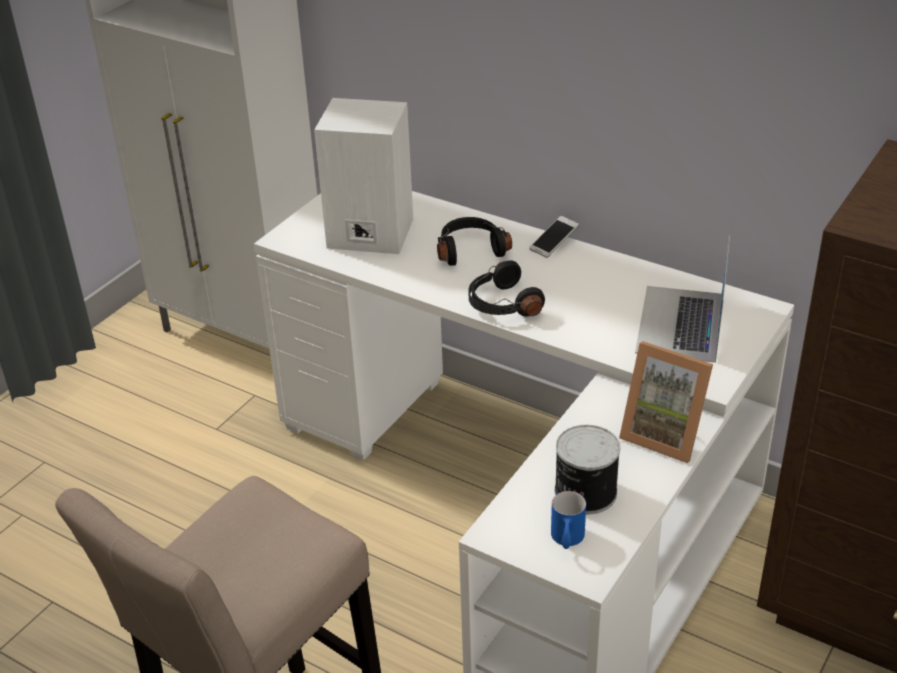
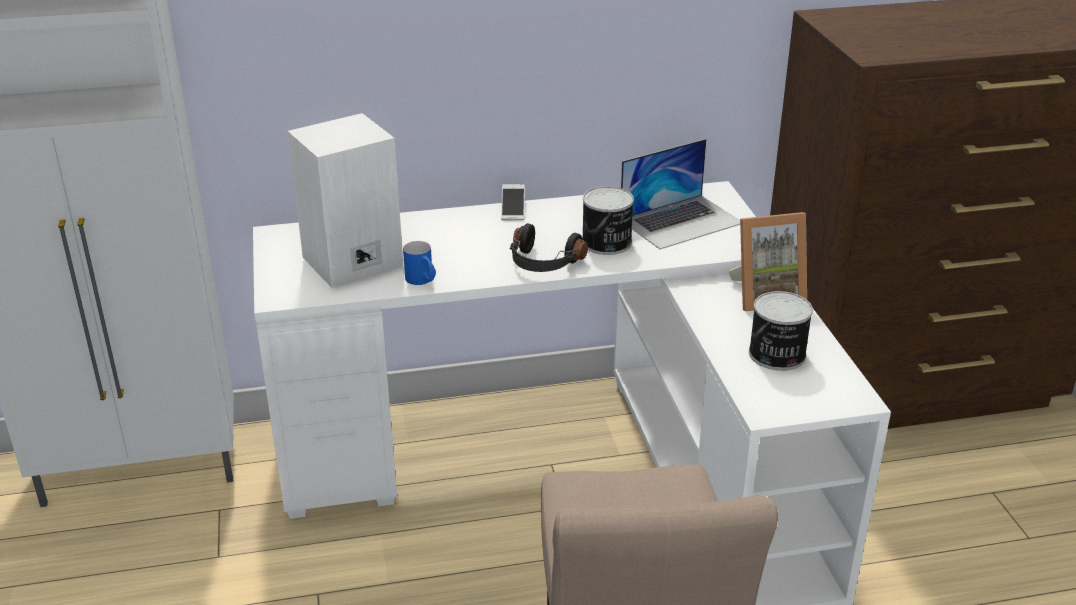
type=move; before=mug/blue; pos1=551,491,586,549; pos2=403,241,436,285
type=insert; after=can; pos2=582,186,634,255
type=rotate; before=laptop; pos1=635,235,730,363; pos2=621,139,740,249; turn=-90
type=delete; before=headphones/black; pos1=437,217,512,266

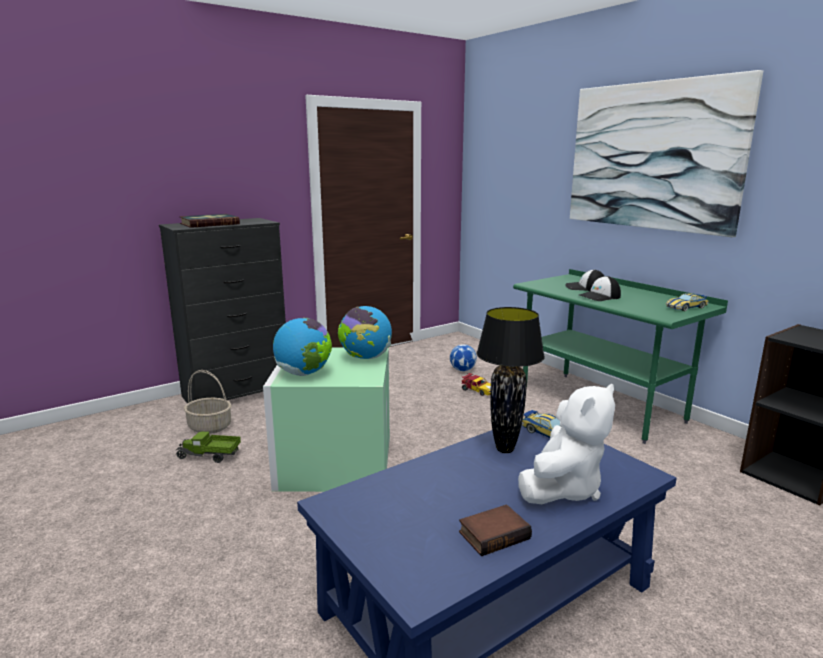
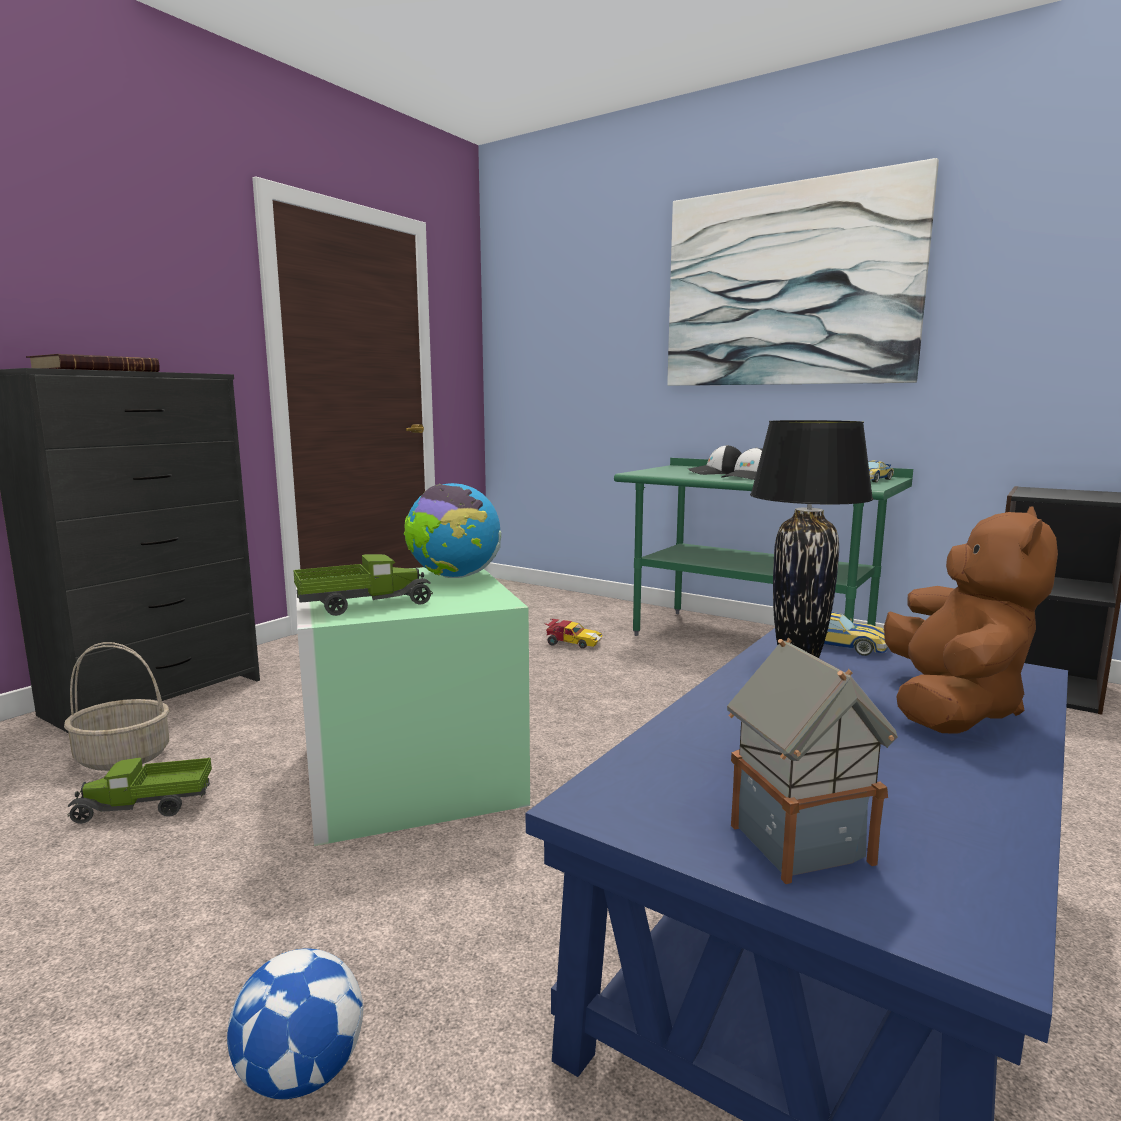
type=move; before=football; pos1=450,344,477,371; pos2=227,948,363,1099
type=replace; before=globe; after=toy truck; pos1=273,318,332,376; pos2=293,554,433,616
type=insert; after=toy house; pos2=727,638,898,884
type=recolor; before=plush toy/white; after=plush toy/brown; pos1=518,384,615,504; pos2=884,506,1058,733
type=delete; before=book; pos1=459,504,532,556

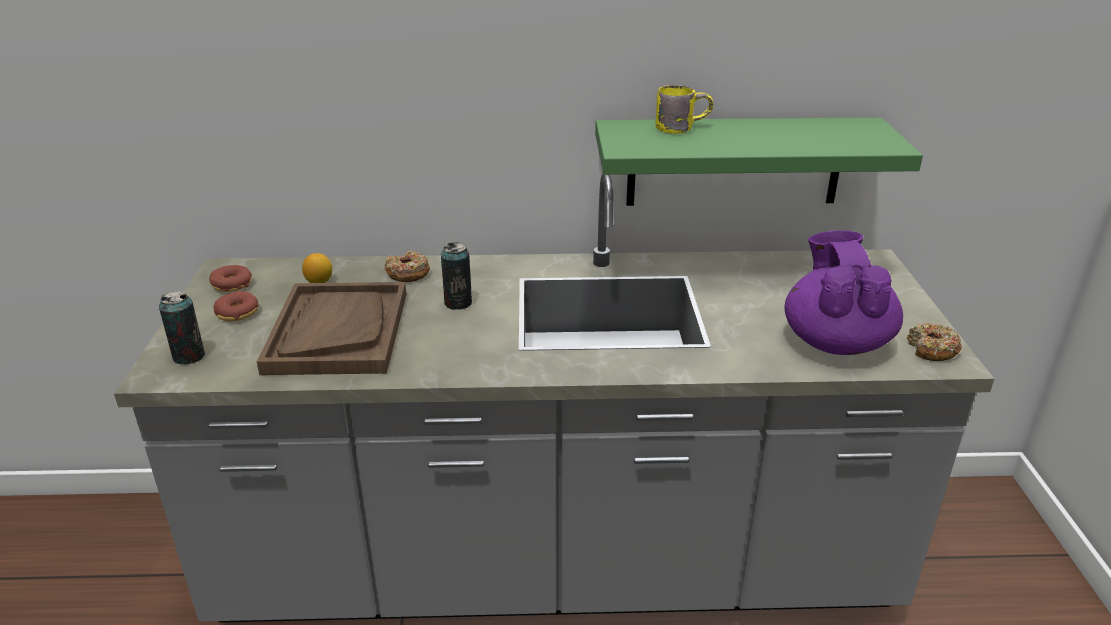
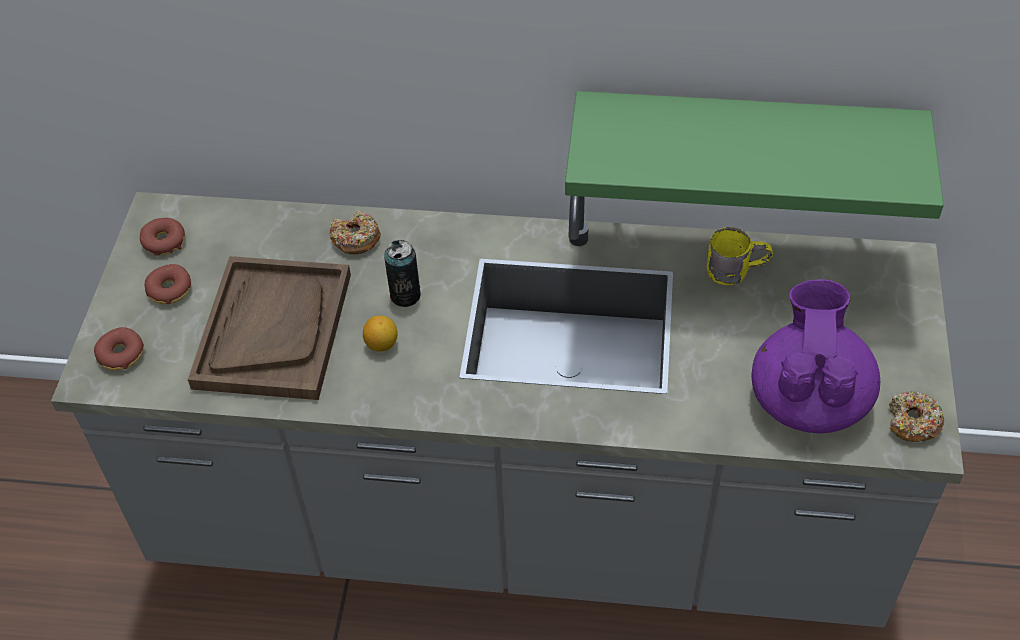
type=replace; before=can; after=donut; pos1=159,291,205,365; pos2=94,327,144,370
type=move; before=lemon; pos1=302,253,332,283; pos2=363,315,398,352
type=move; before=mug/yellow; pos1=656,85,713,134; pos2=707,227,773,285

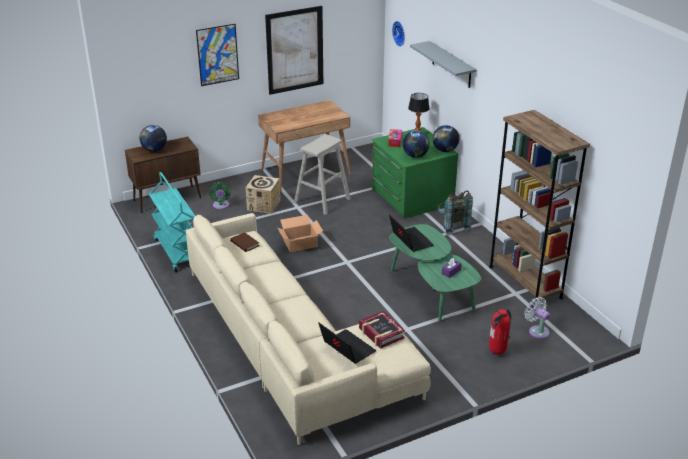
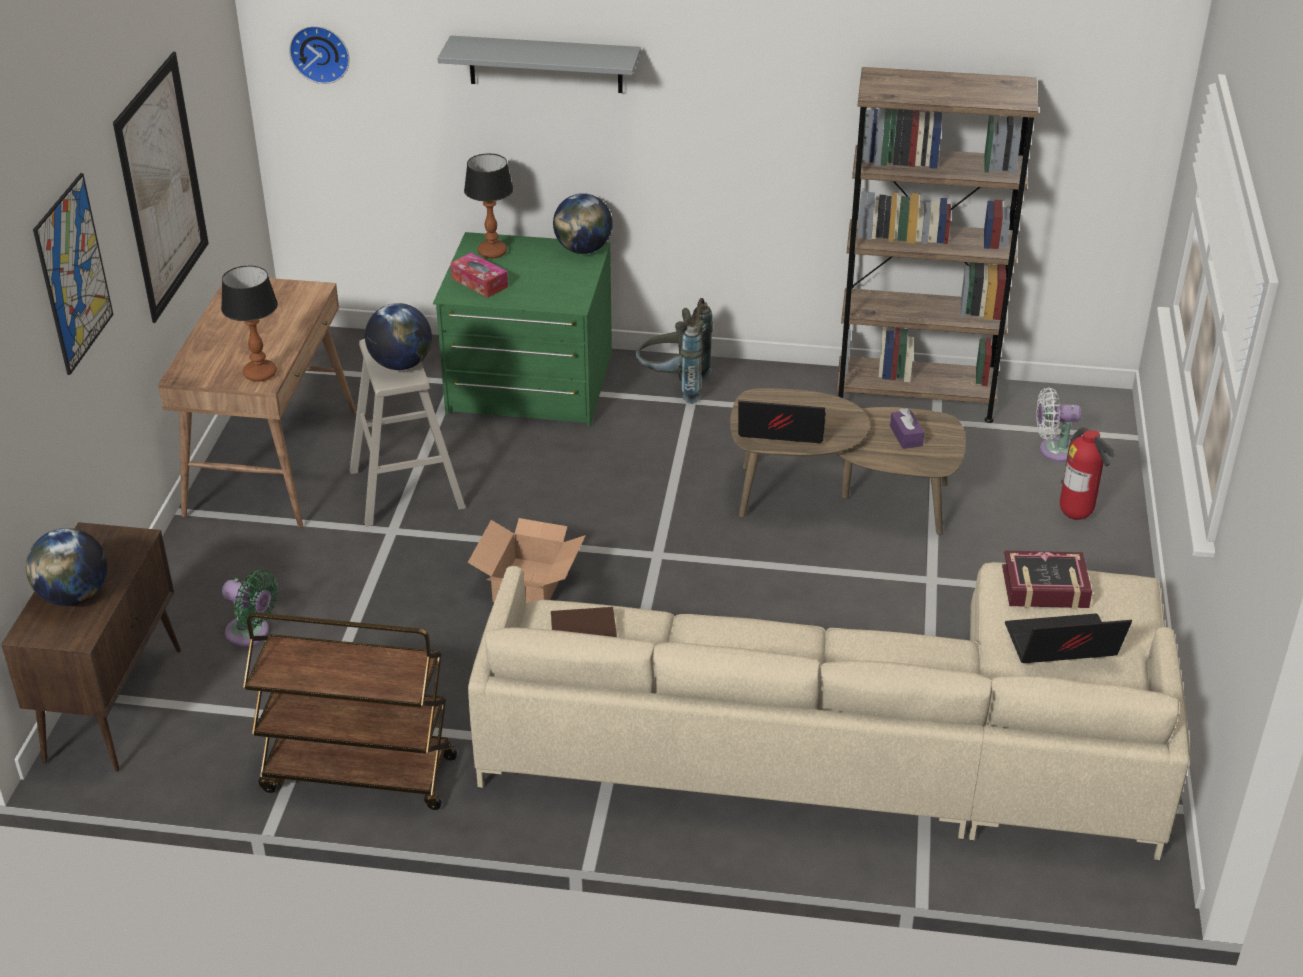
type=insert; after=table lamp; pos2=221,265,278,382
type=recolor; before=cart/turquoise; after=cart/brown; pos1=149,172,195,272; pos2=243,613,457,810
type=move; before=globe; pos1=403,131,430,158; pos2=365,303,432,370
type=recolor; before=coffee table/green; after=coffee table/brown; pos1=389,224,481,321; pos2=730,388,966,535
type=delete; before=cardboard box; pos1=246,175,280,214

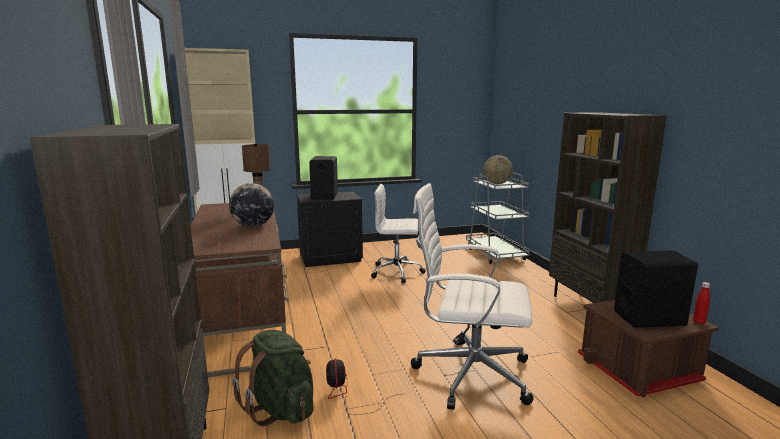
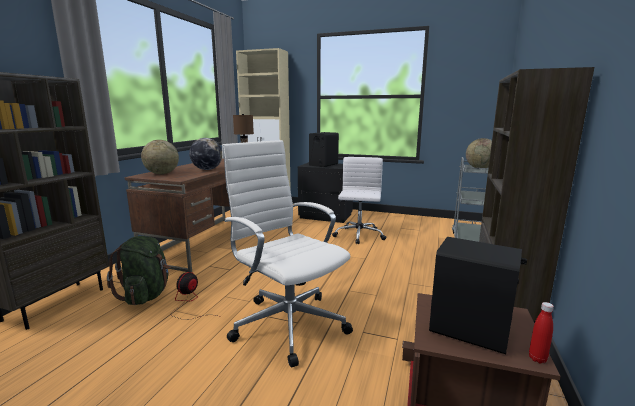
type=insert; after=globe; pos2=141,140,179,174
type=rotate; before=office chair/white; pos1=371,184,426,283; pos2=332,157,387,244; turn=60

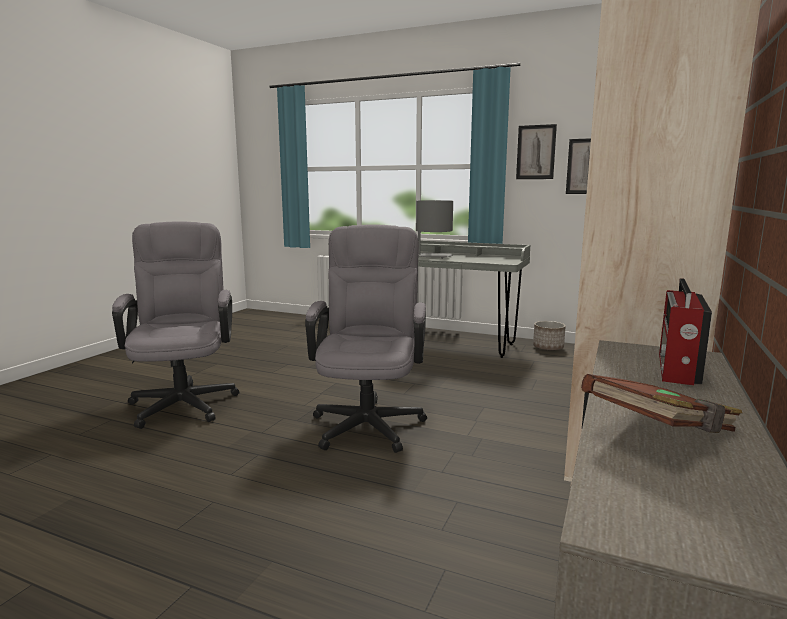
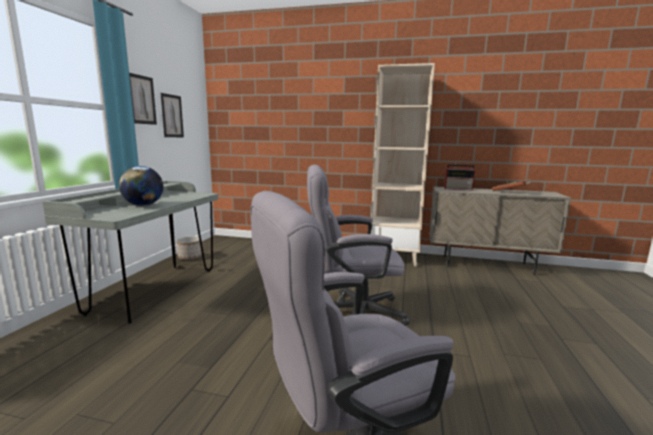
type=replace; before=table lamp/grey; after=globe; pos1=416,200,453,259; pos2=119,166,163,206

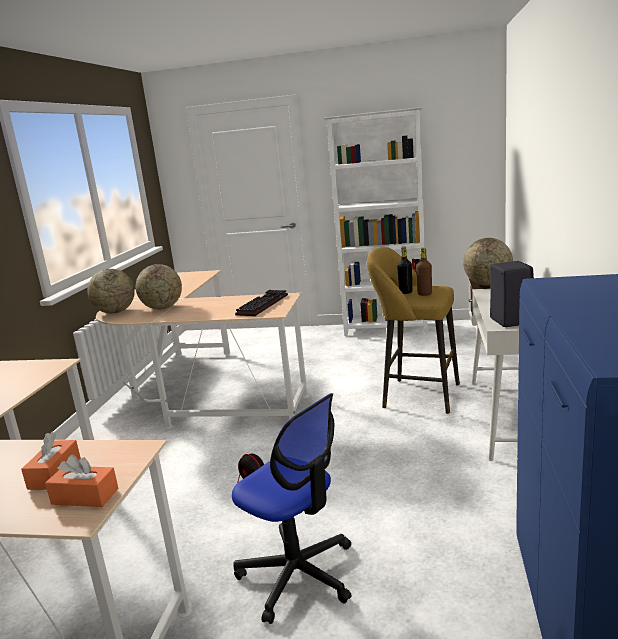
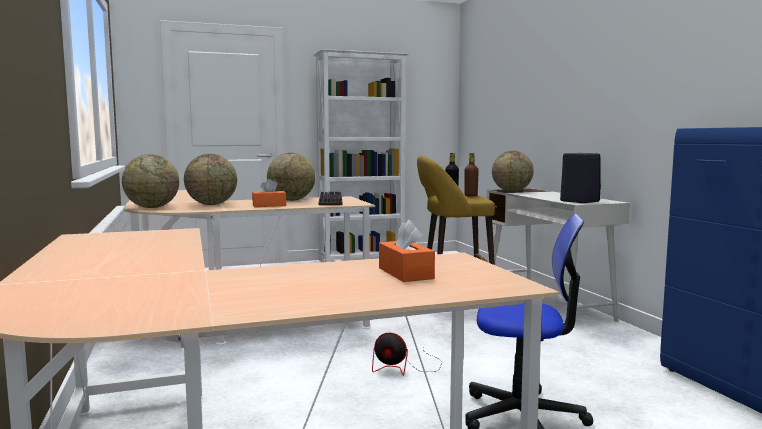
type=move; before=tissue box/orange; pos1=45,454,119,507; pos2=252,179,286,207
type=insert; after=globe; pos2=267,153,315,201

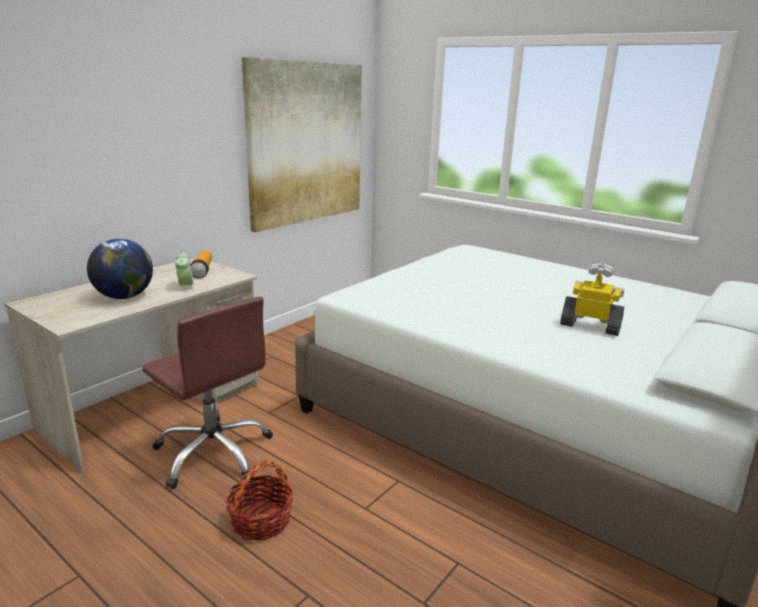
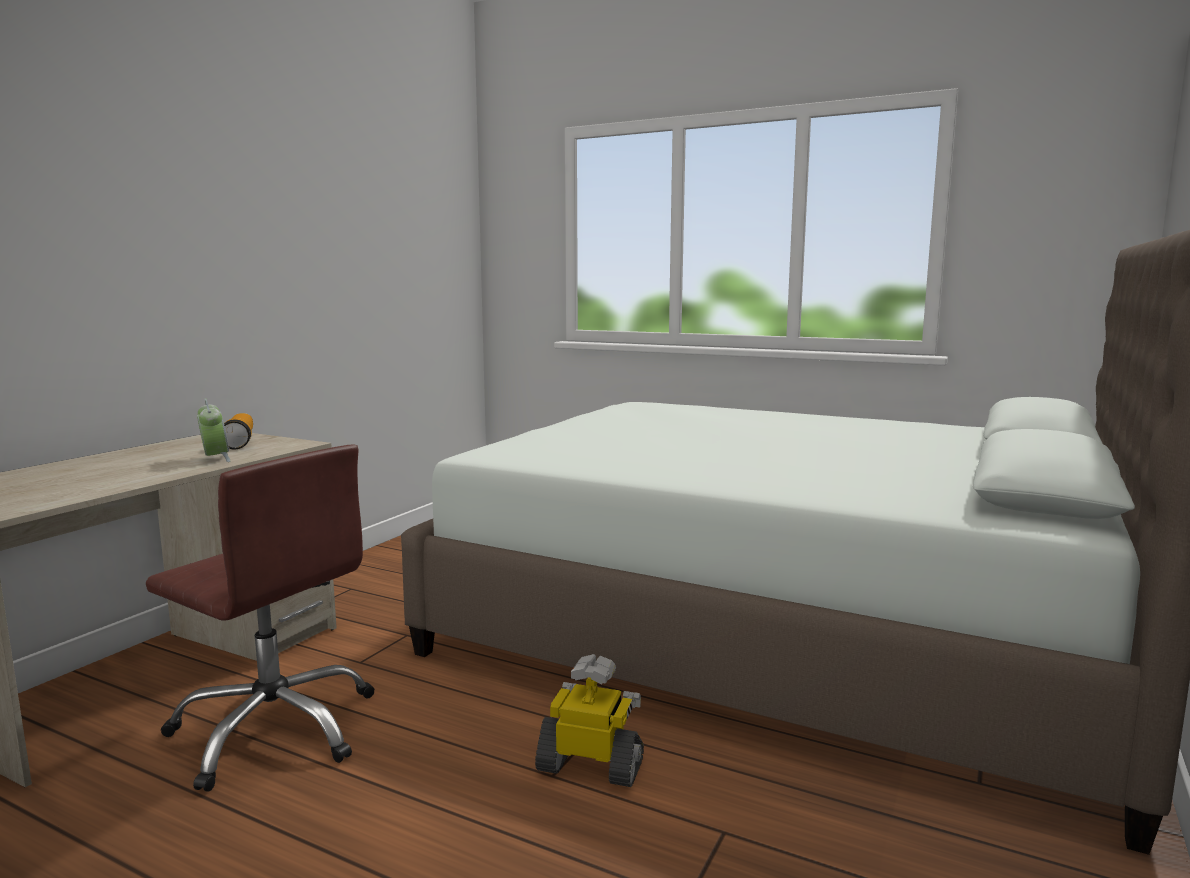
type=move; before=toy robot; pos1=560,263,625,336; pos2=535,654,644,787
type=delete; before=globe; pos1=87,239,153,299
type=delete; before=basket; pos1=225,460,294,541
type=delete; before=picture; pos1=242,57,362,232

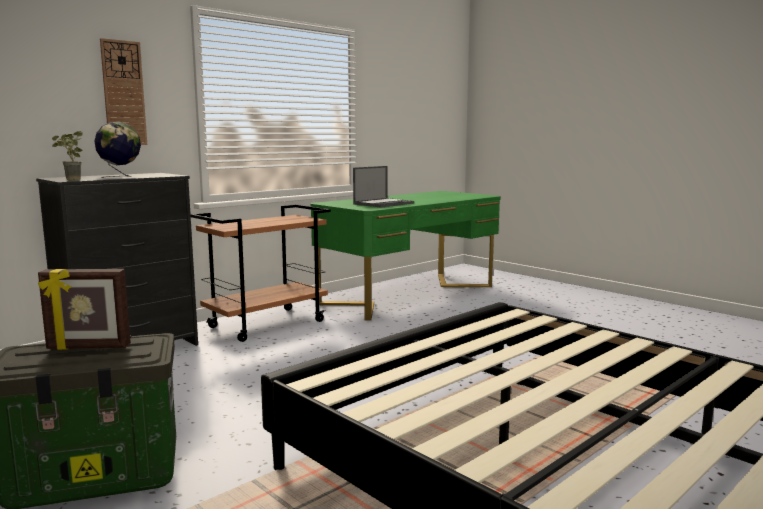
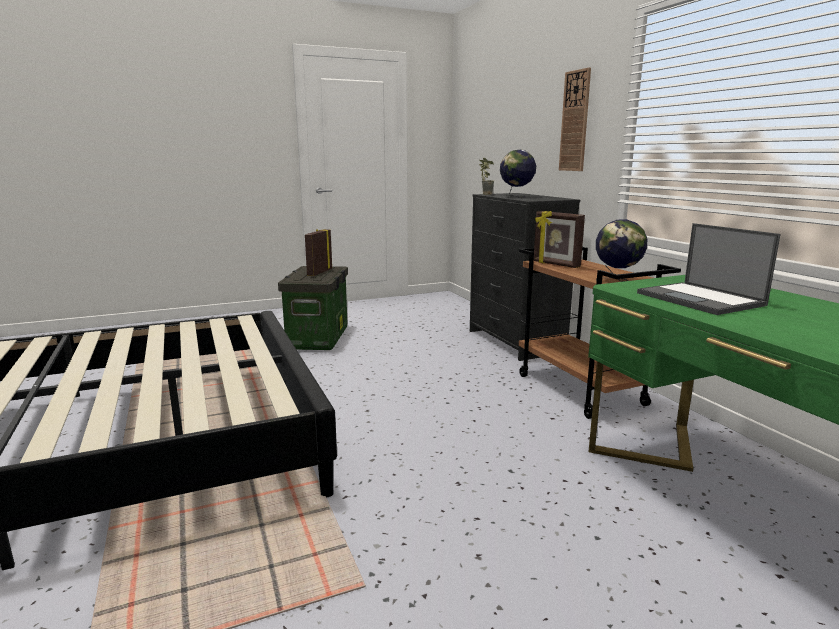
type=insert; after=picture frame; pos2=534,211,585,268
type=insert; after=globe; pos2=596,219,647,282

